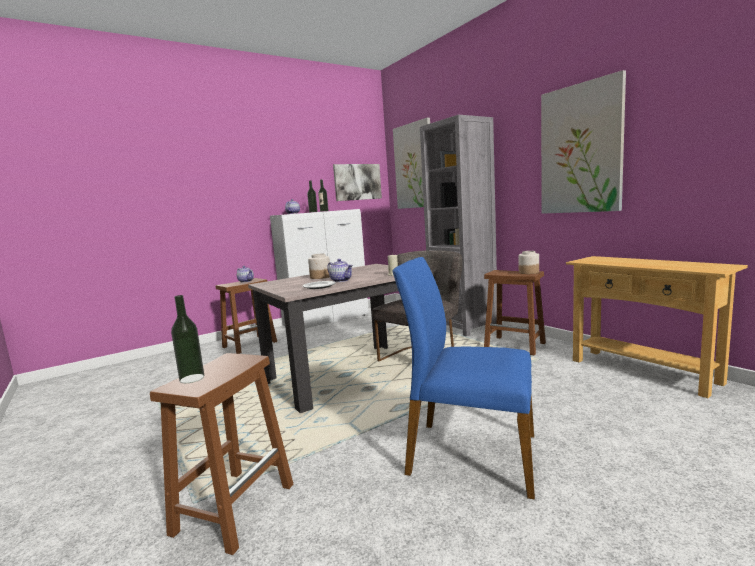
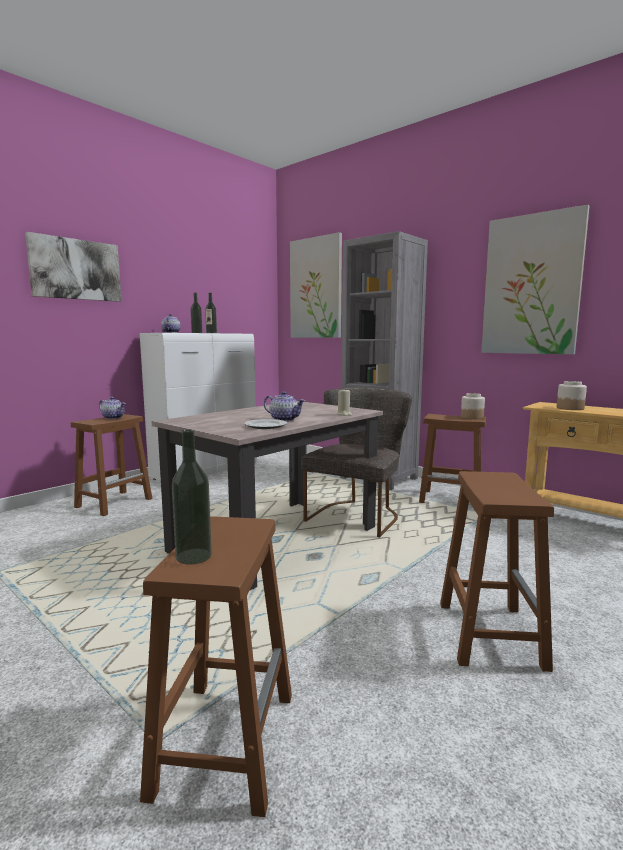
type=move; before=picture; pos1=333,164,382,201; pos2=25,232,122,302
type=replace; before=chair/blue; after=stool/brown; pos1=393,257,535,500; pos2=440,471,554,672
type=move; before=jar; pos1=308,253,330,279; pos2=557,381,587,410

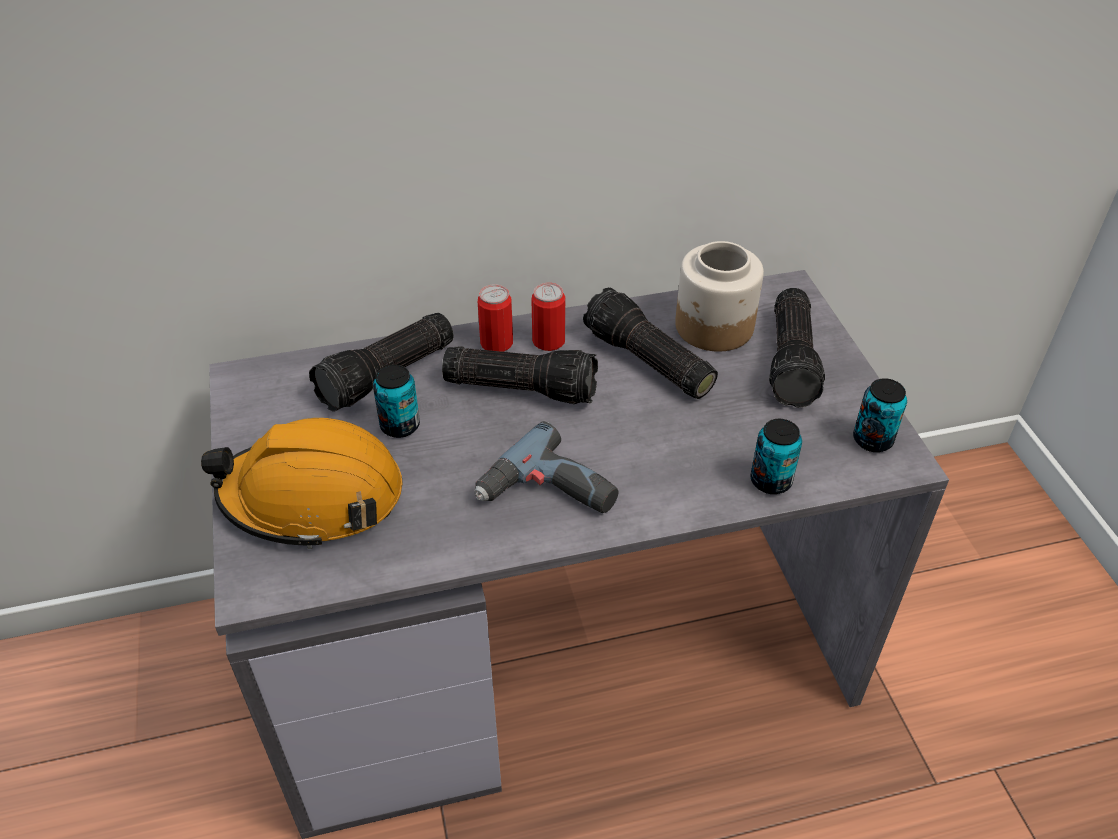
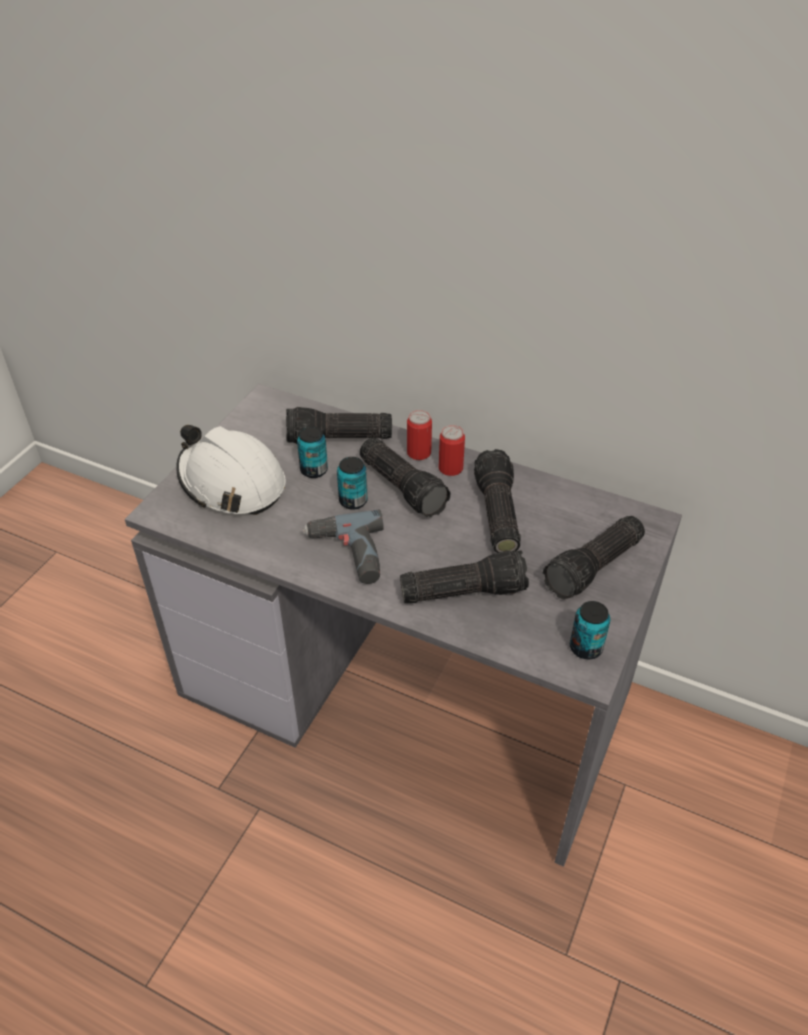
type=recolor; before=hard hat/orange; after=hard hat/white; pos1=201,418,403,549; pos2=176,425,286,515
type=move; before=can; pos1=751,419,802,494; pos2=337,457,368,510
type=insert; after=flashlight; pos2=400,550,529,603
type=delete; before=jar; pos1=675,241,764,352

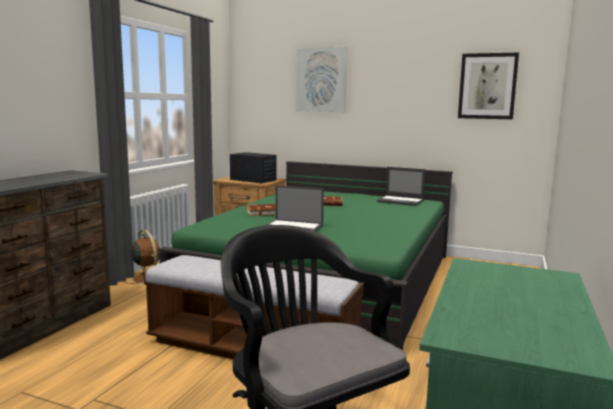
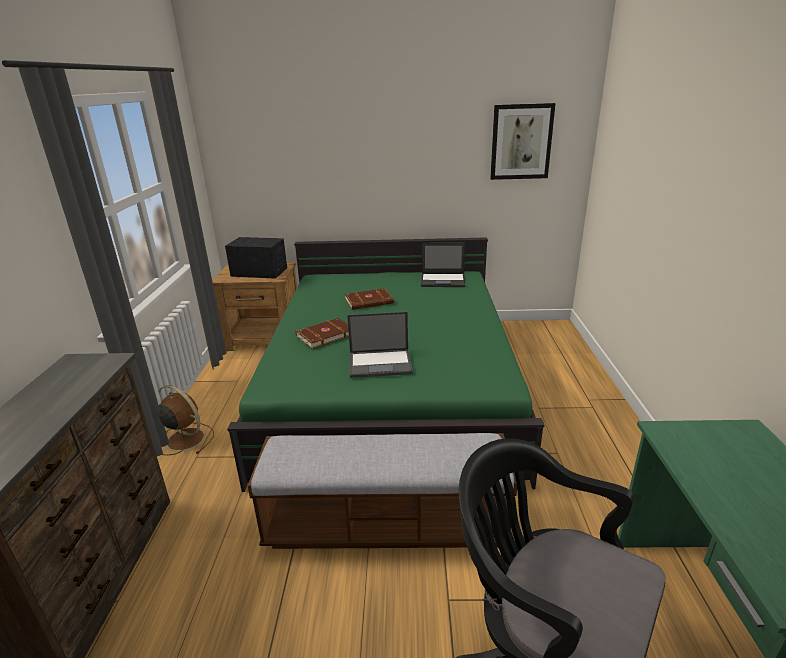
type=delete; before=picture; pos1=296,47,347,112

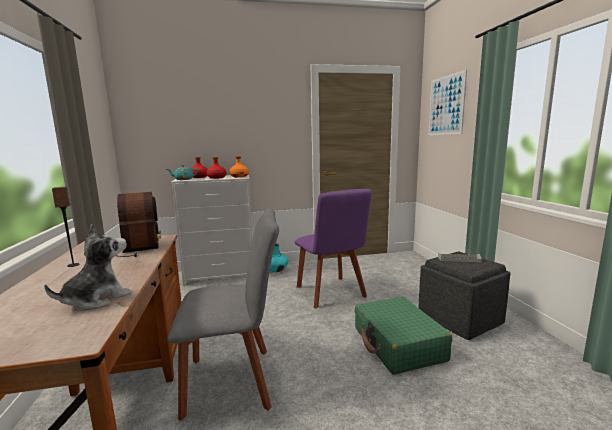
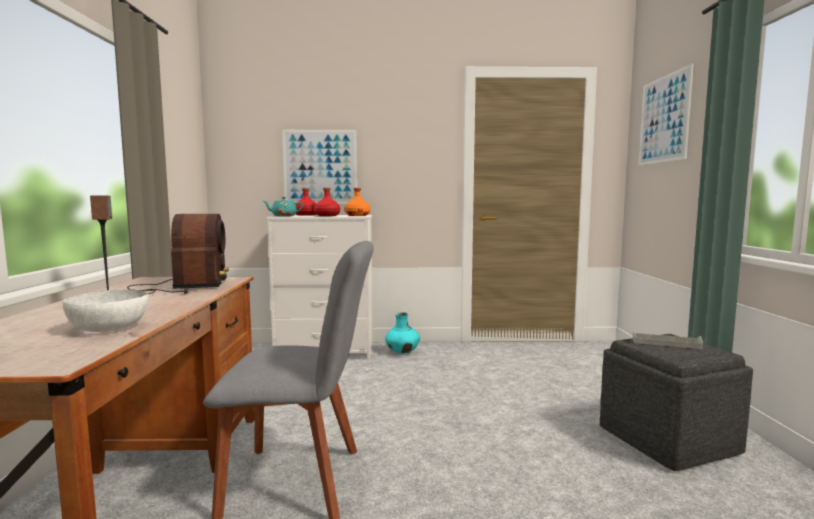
type=replace; before=plush toy; after=bowl/white; pos1=44,224,132,310; pos2=63,290,148,332
type=insert; after=picture; pos2=282,130,357,204
type=delete; before=chair/purple; pos1=295,189,372,309
type=delete; before=suitcase/green; pos1=355,297,452,375

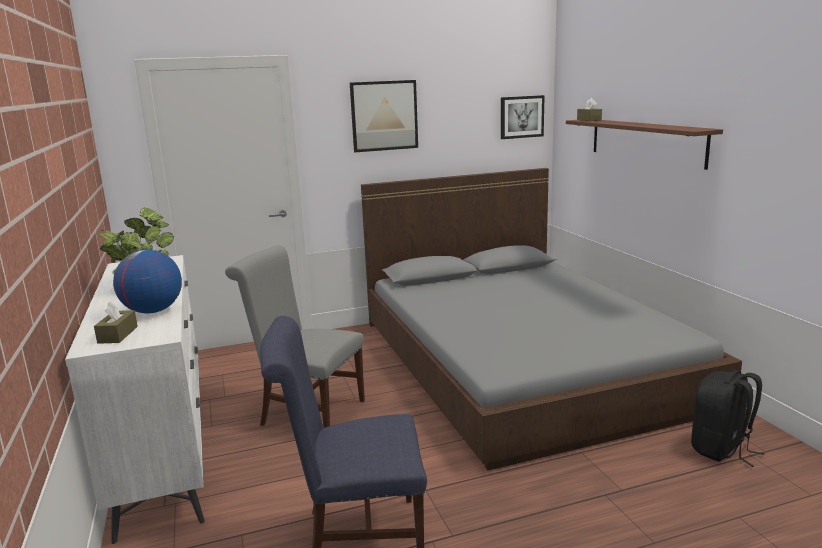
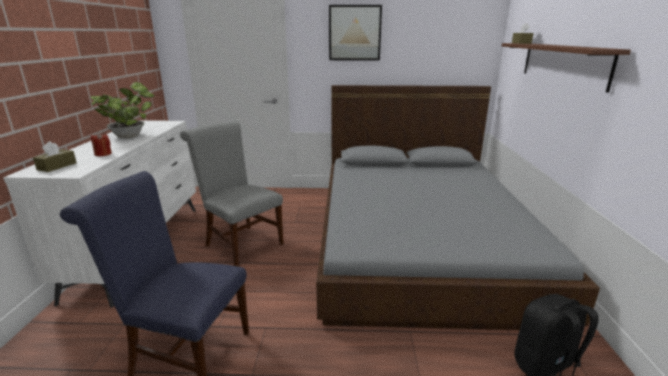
type=replace; before=globe; after=candle/red; pos1=113,250,182,314; pos2=91,133,112,156
type=delete; before=picture; pos1=501,95,545,139

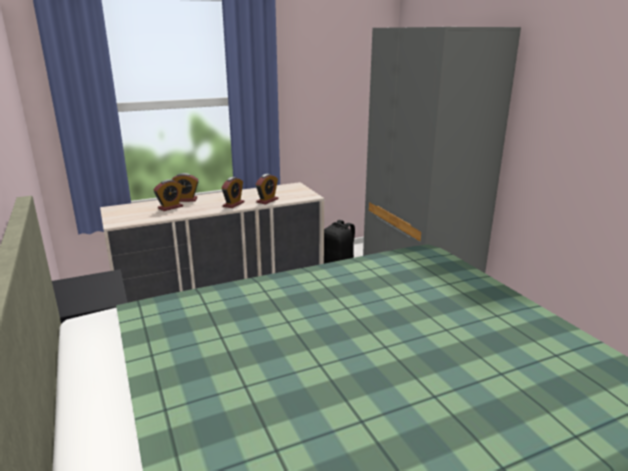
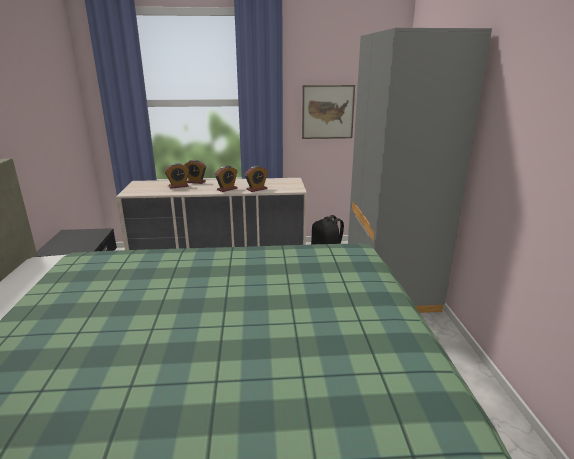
type=insert; after=picture; pos2=302,85,355,139

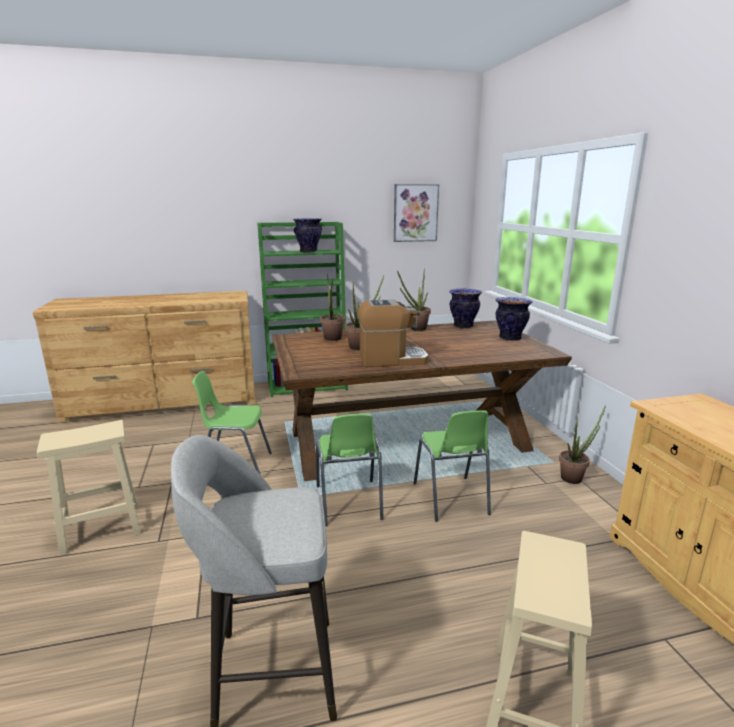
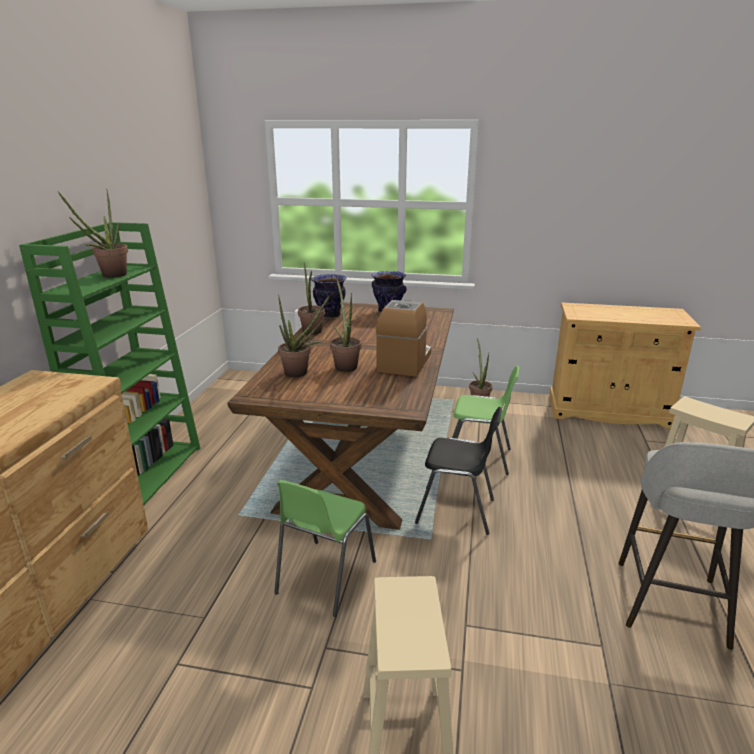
type=replace; before=vase; after=potted plant; pos1=293,218,322,253; pos2=58,188,128,278
type=recolor; before=chair/green; after=chair/black; pos1=316,414,384,526; pos2=415,407,502,535
type=delete; before=picture; pos1=394,184,439,242

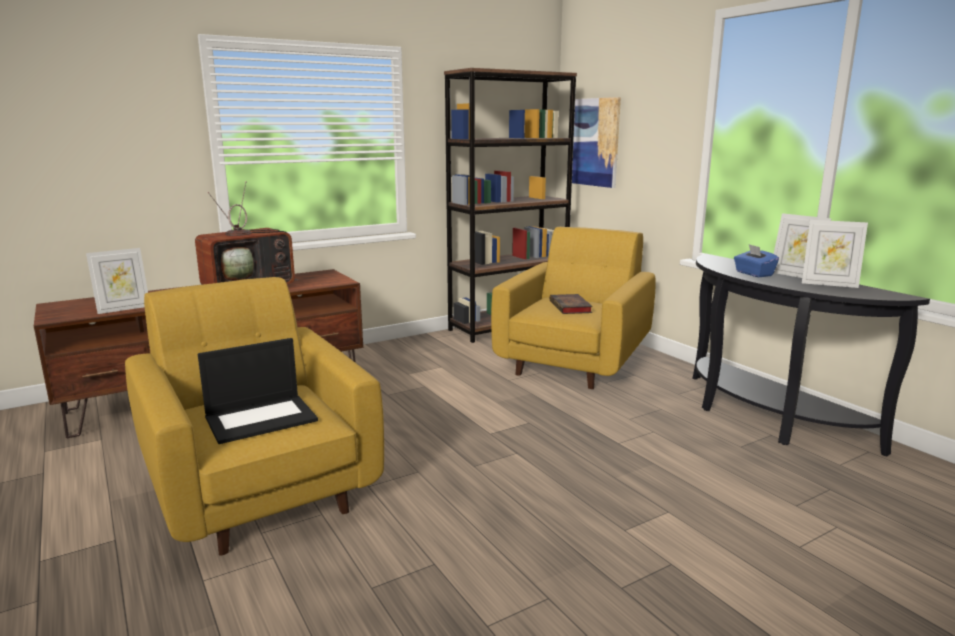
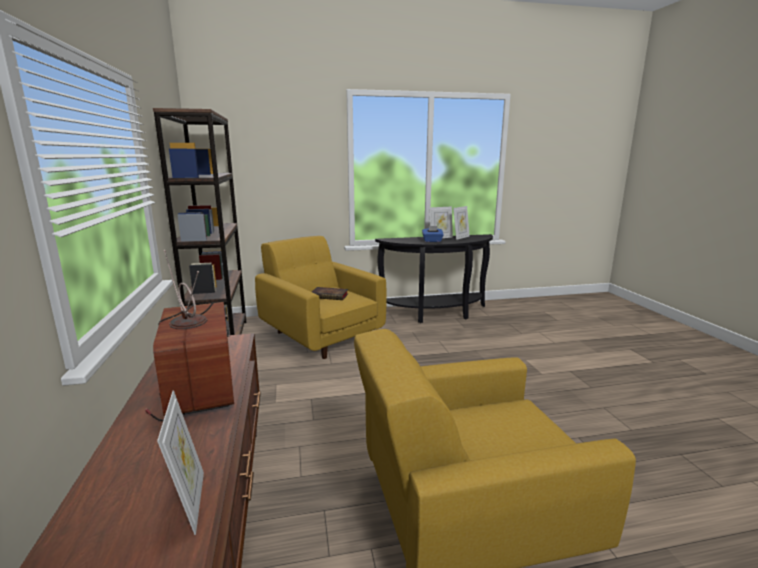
type=delete; before=laptop; pos1=198,338,318,444
type=delete; before=picture; pos1=572,97,621,188

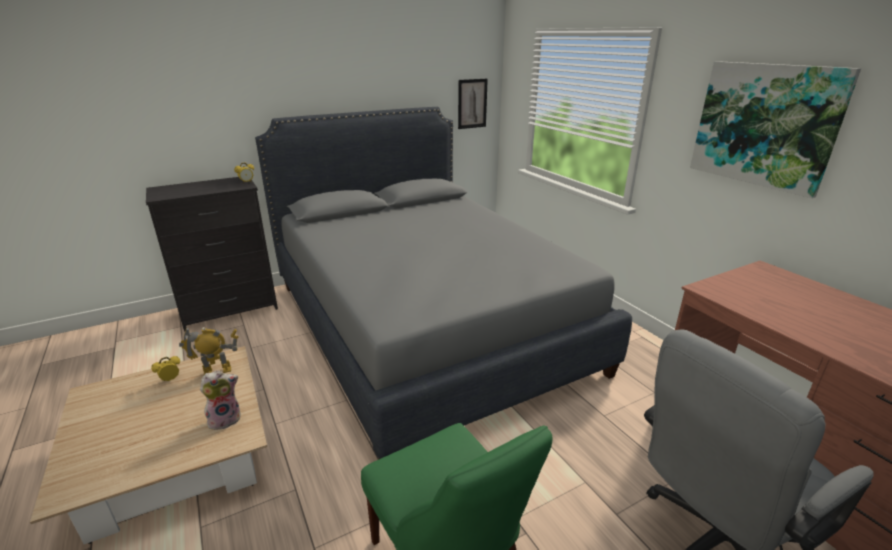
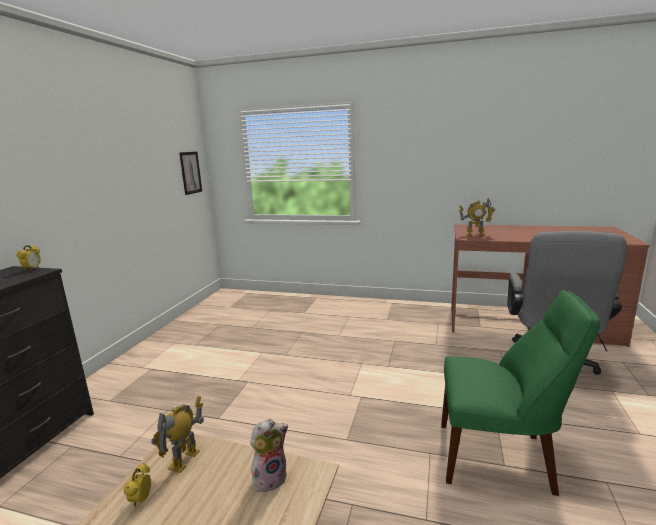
type=rotate; before=plush toy; pos1=200,370,241,432; pos2=250,419,288,492; turn=45
type=insert; after=toy robot; pos2=459,198,495,235
type=delete; before=bed/grey; pos1=255,107,632,459
type=delete; before=picture; pos1=690,61,861,198

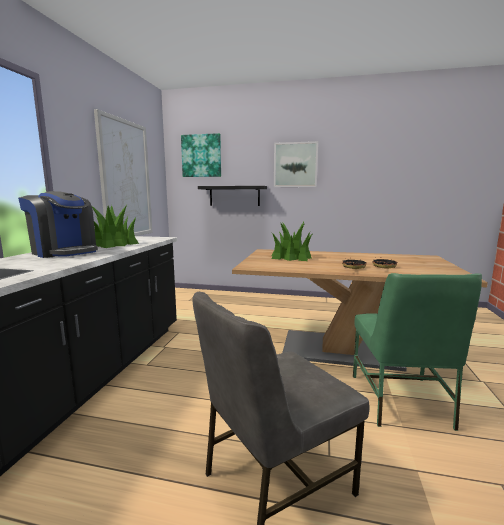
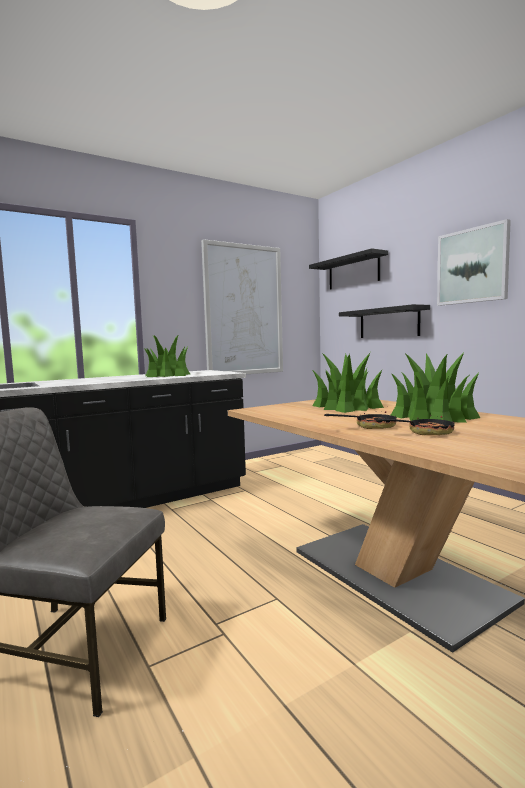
type=replace; before=picture; after=shelf/black; pos1=181,133,221,177; pos2=309,248,388,289
type=insert; after=potted plant; pos2=391,352,480,423
type=delete; before=coffee machine; pos1=18,191,98,258
type=delete; before=chair/green; pos1=353,273,482,431

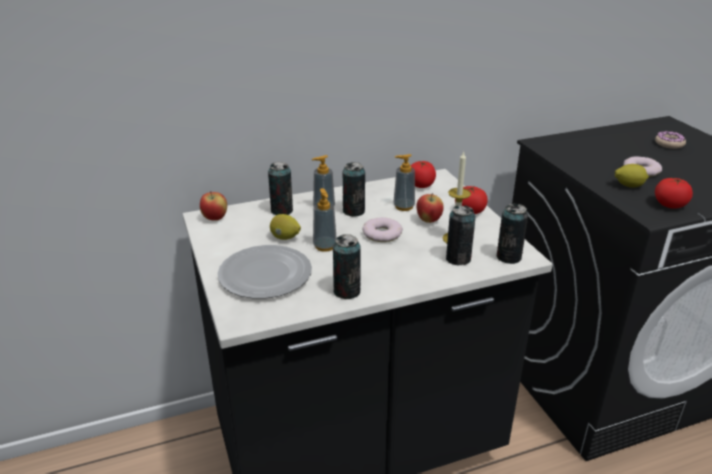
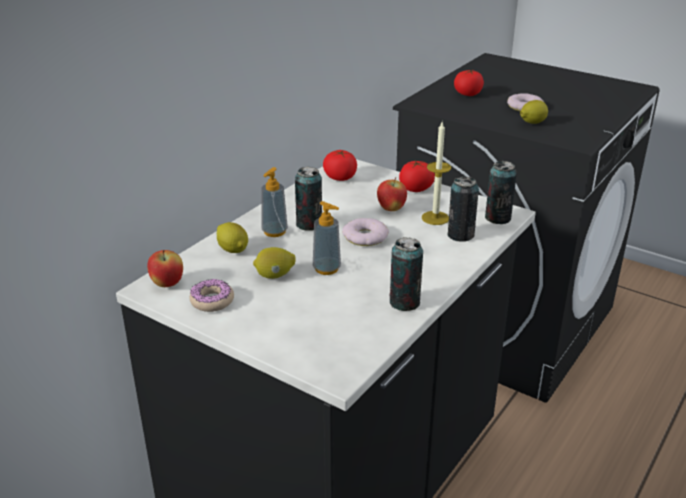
type=move; before=donut; pos1=655,131,686,149; pos2=189,279,234,312
type=replace; before=can; after=lemon; pos1=268,162,293,215; pos2=217,222,248,253
type=move; before=tomato; pos1=655,178,693,209; pos2=454,70,484,96
type=delete; before=plate; pos1=217,245,312,299
type=delete; before=soap dispenser; pos1=393,154,415,211

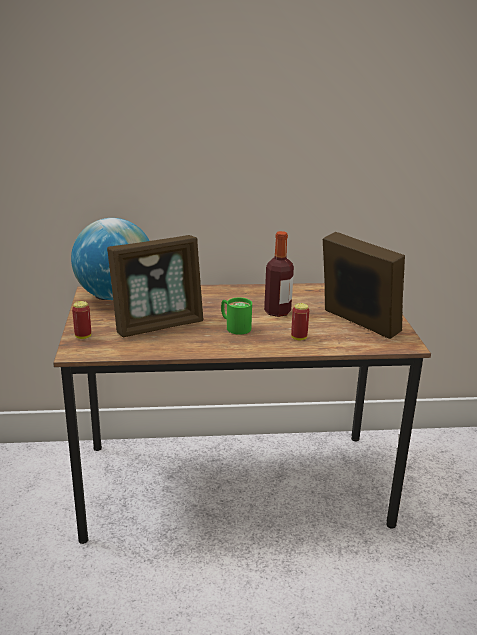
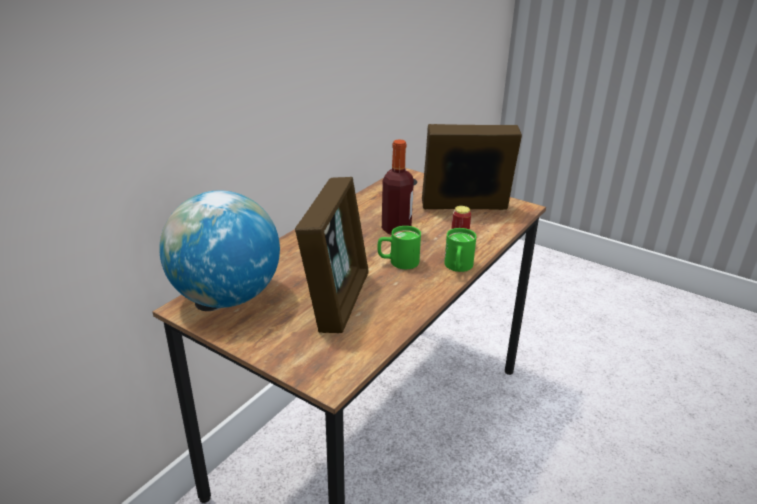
type=insert; after=mug/green; pos2=444,228,476,272
type=delete; before=can; pos1=72,301,91,339

